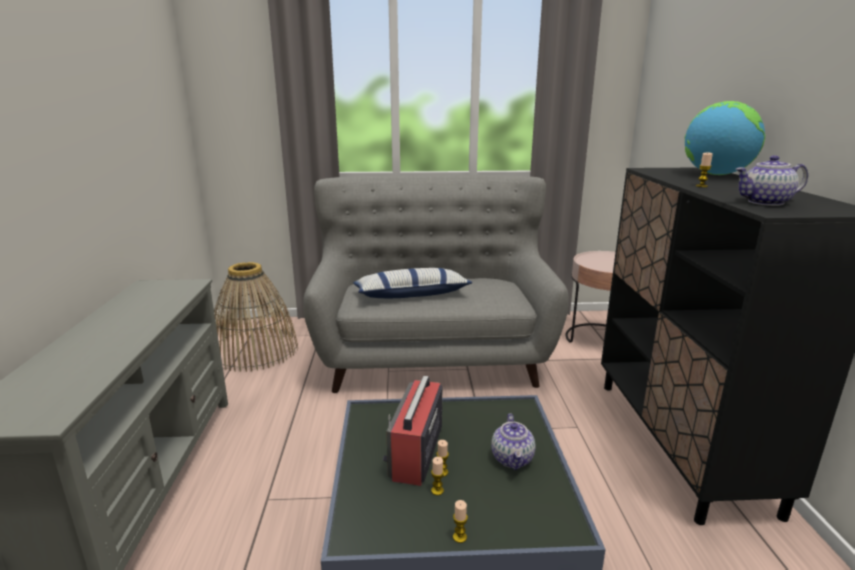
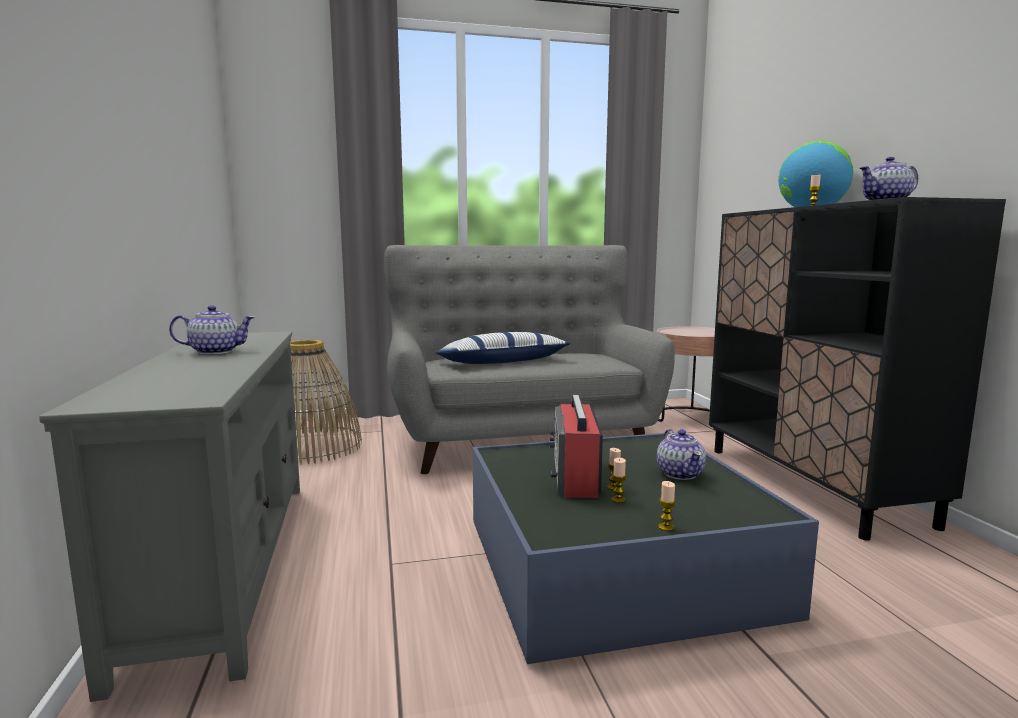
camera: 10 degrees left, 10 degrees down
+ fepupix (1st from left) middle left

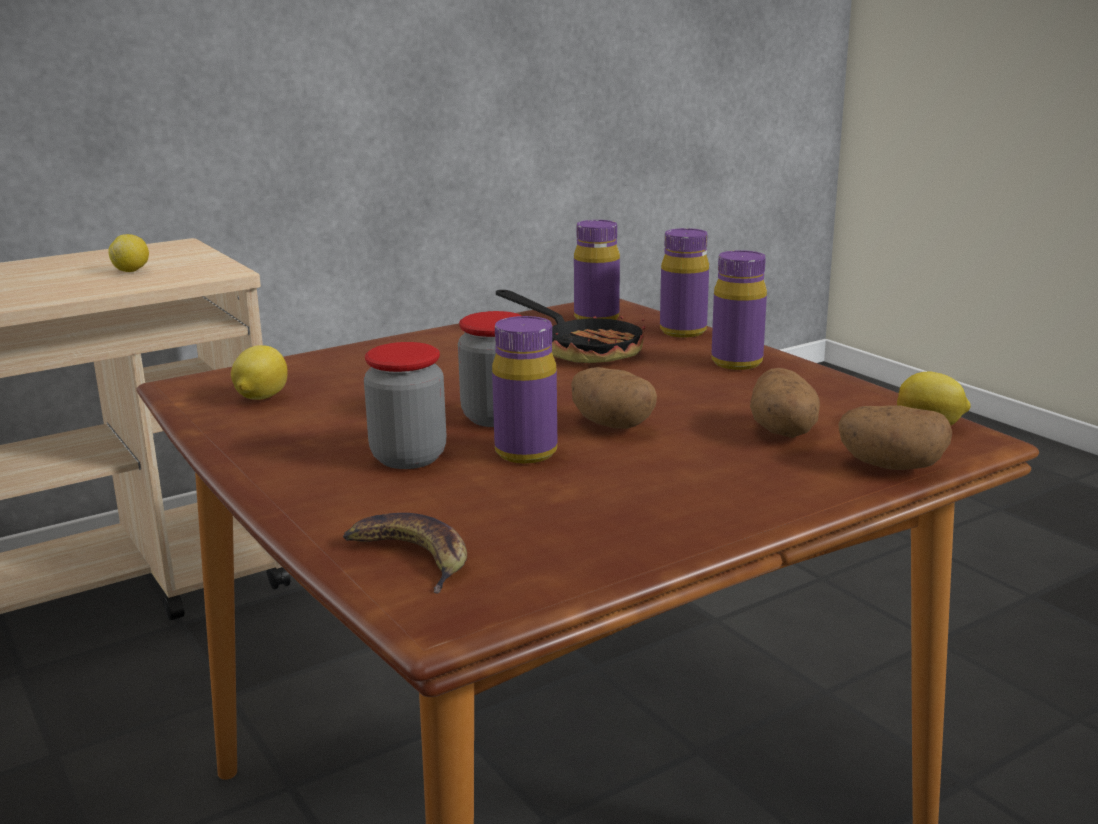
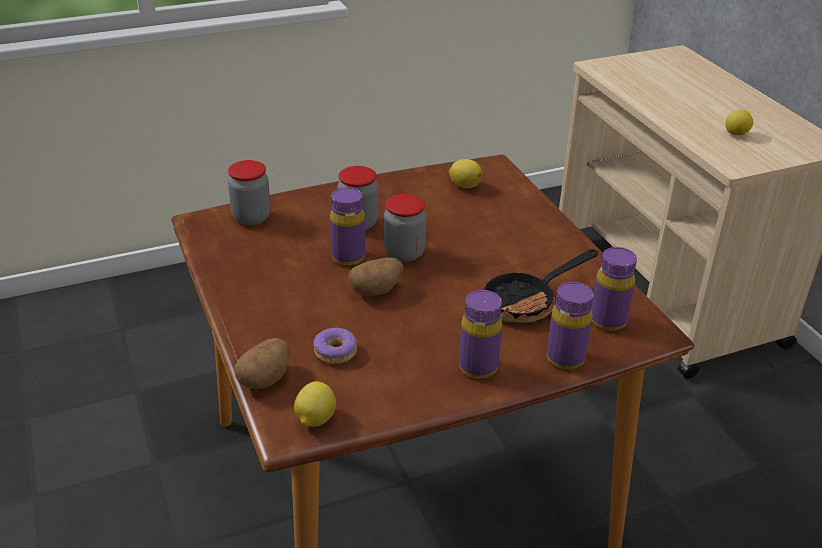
camera: 100 degrees right, 15 degrees up
~ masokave bottom centre to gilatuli (1st from left) middle left
~ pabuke (2nd from left) middle right to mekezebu centre

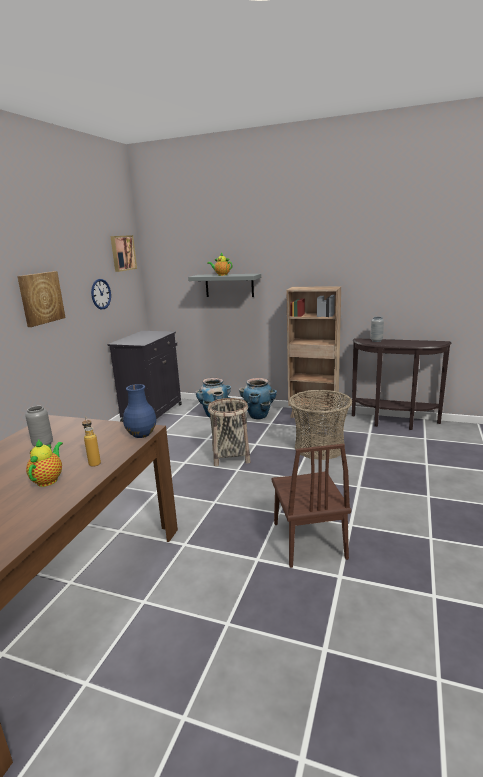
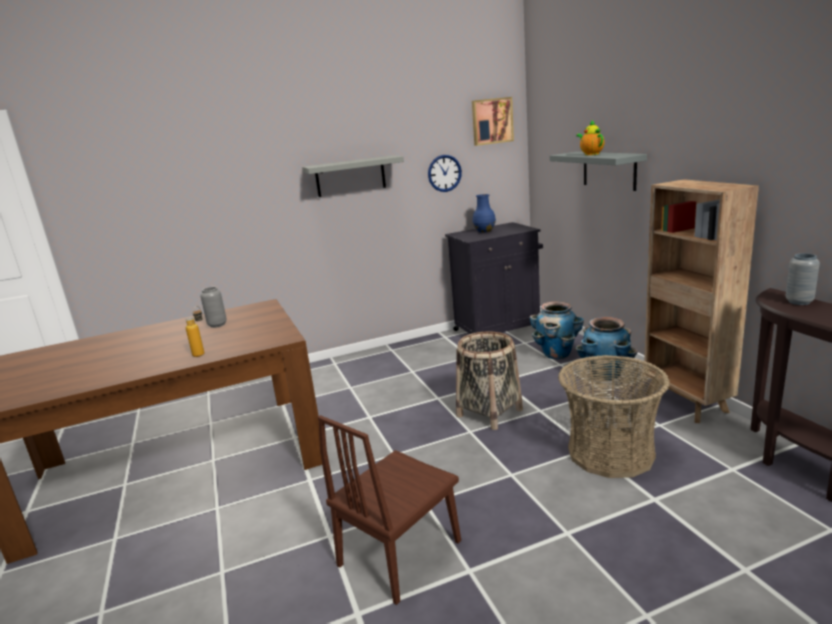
camera: 50 degrees right, 0 degrees up
- fepupix (1st from left) middle left
~ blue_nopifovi middle left to centre
~ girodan (1st from left) middle left to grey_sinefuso (1st from left) top centre

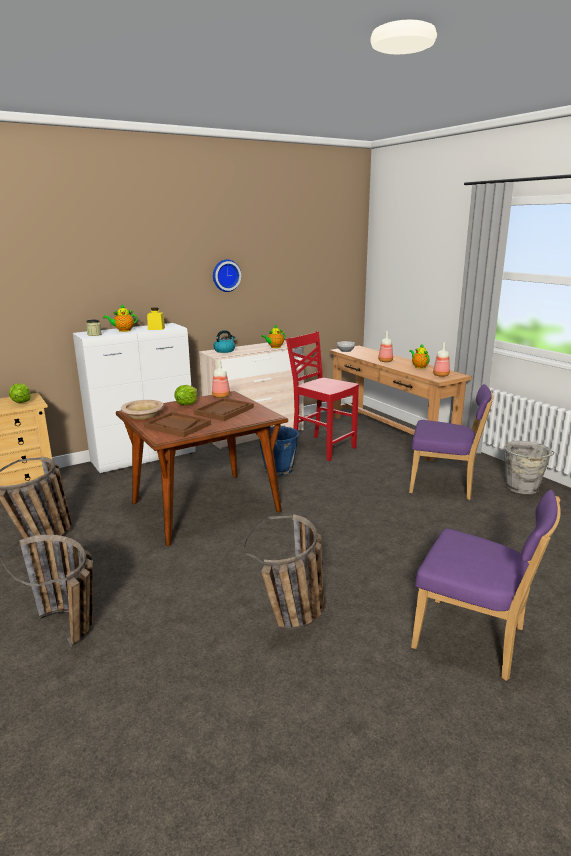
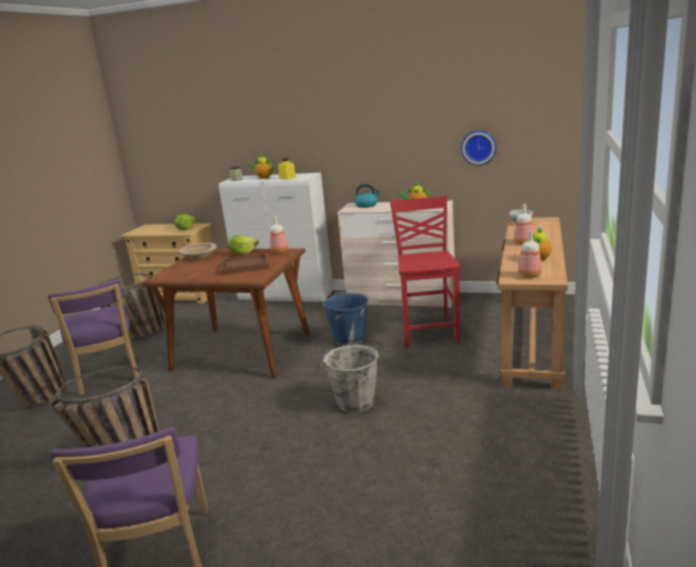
camera: 50 degrees right, 0 degrees up
- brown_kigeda (1st from left) middle left
~ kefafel top centre to top right
~ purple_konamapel (1st from left) middle right to middle left
~ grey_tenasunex middle right to bottom centre

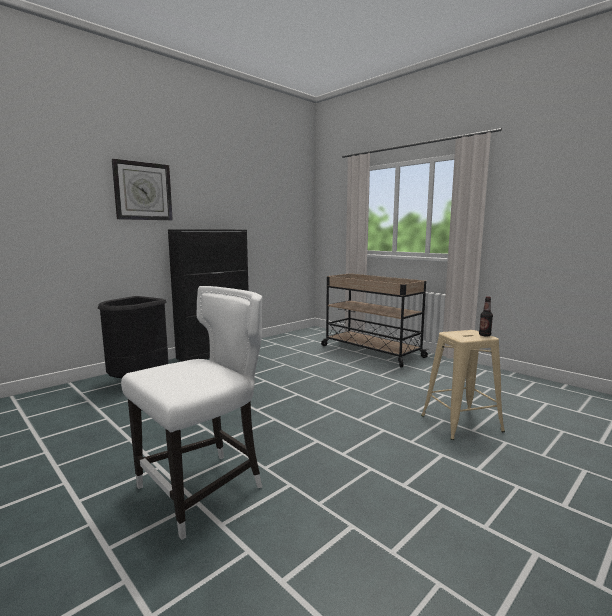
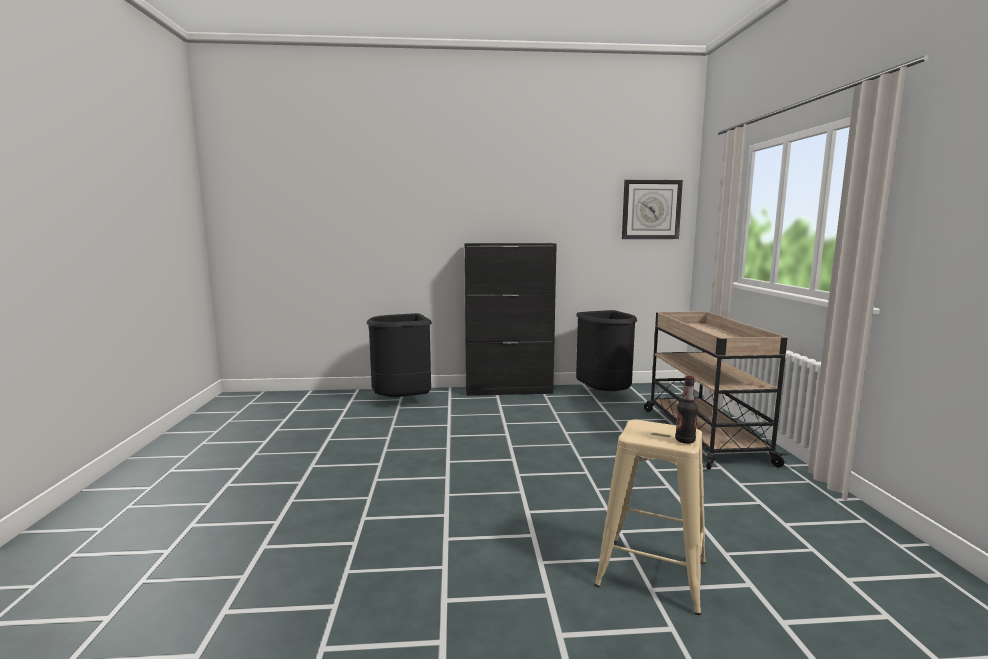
camera: 40 degrees right, 0 degrees up
- white_konamapel bottom left
+ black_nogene (2nd from left) centre
~ kefafel top left to top centre

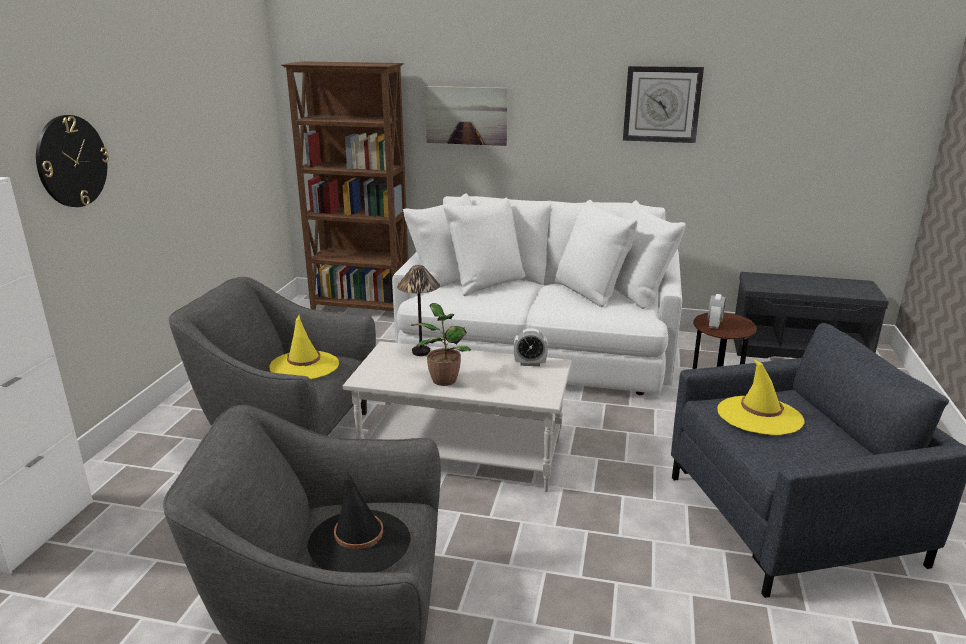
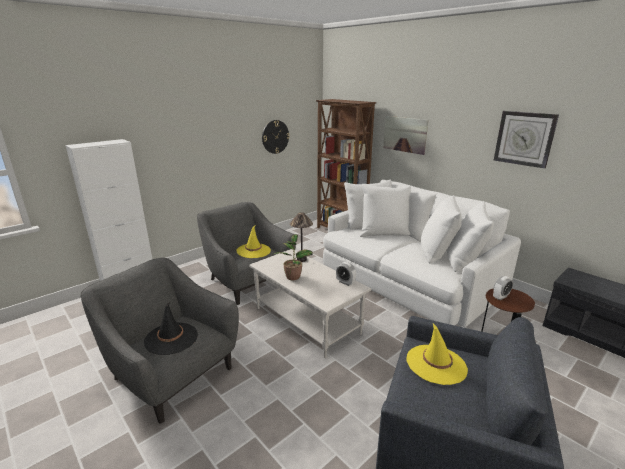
camera: 35 degrees right, 0 degrees up
~ kefafel (1st from left) top left to top centre

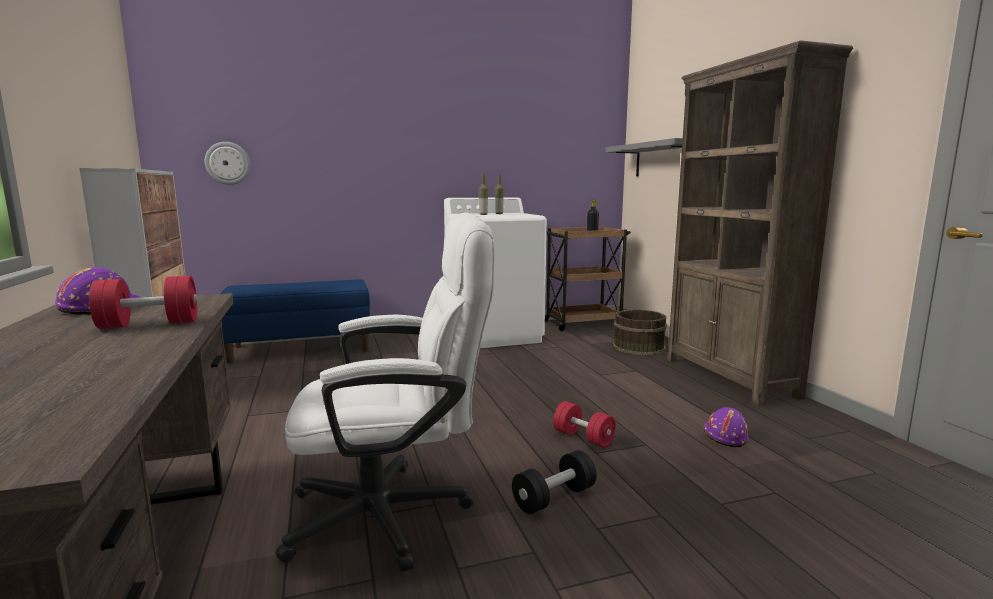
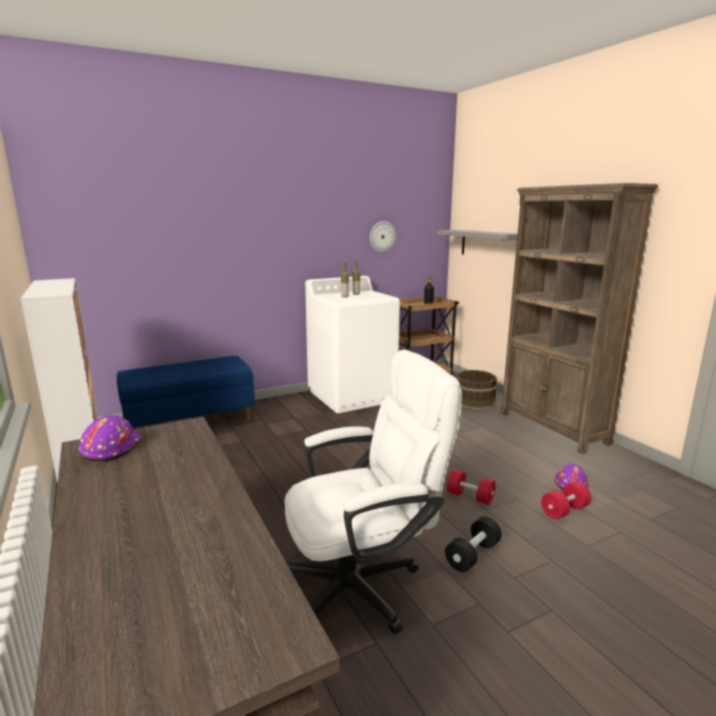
camera: 10 degrees left, 5 degrees up
~ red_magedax (1st from left in the first image) middle left to red_magedax (2nd from left) bottom right
~ kefafel top left to top centre

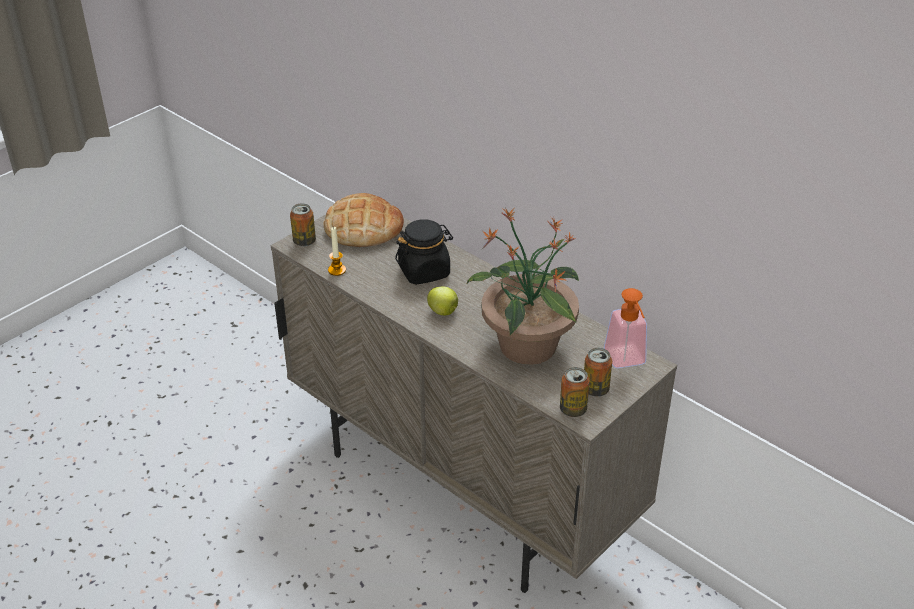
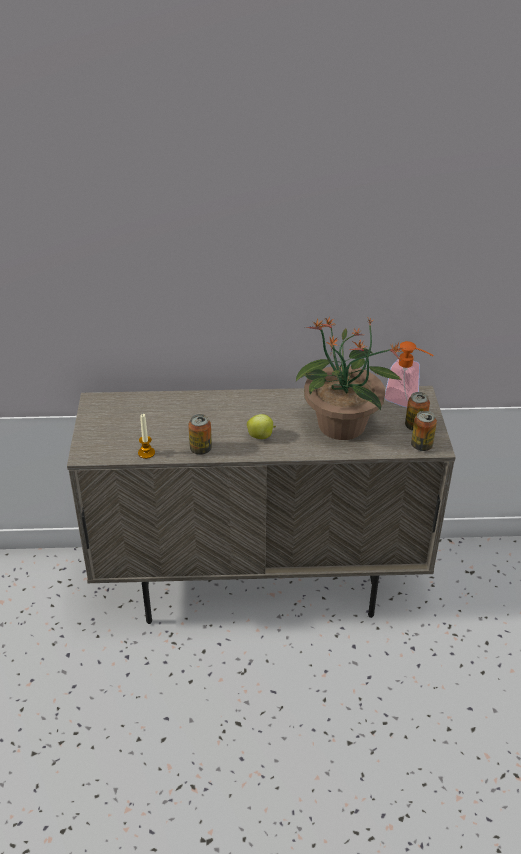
camera: 45 degrees left, 0 degrees up
- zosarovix centre
- black_gilatuli centre
~ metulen (1st from left) middle left to centre

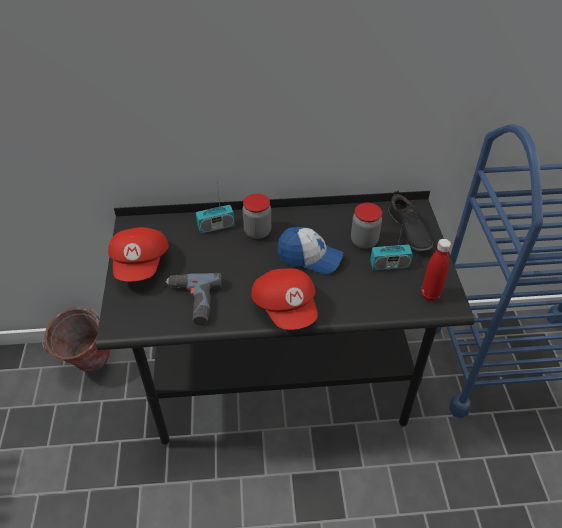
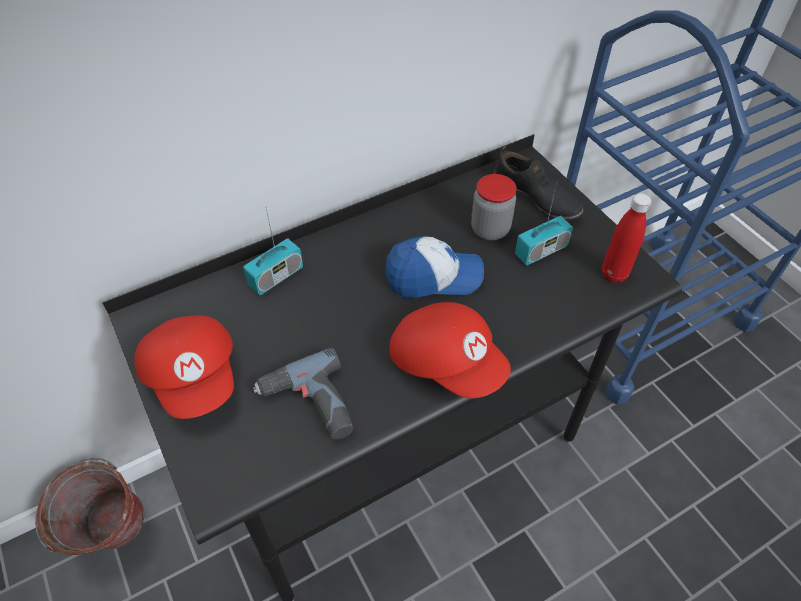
camera: 25 degrees left, 5 degrees up
- gilatuli (1st from left) centre

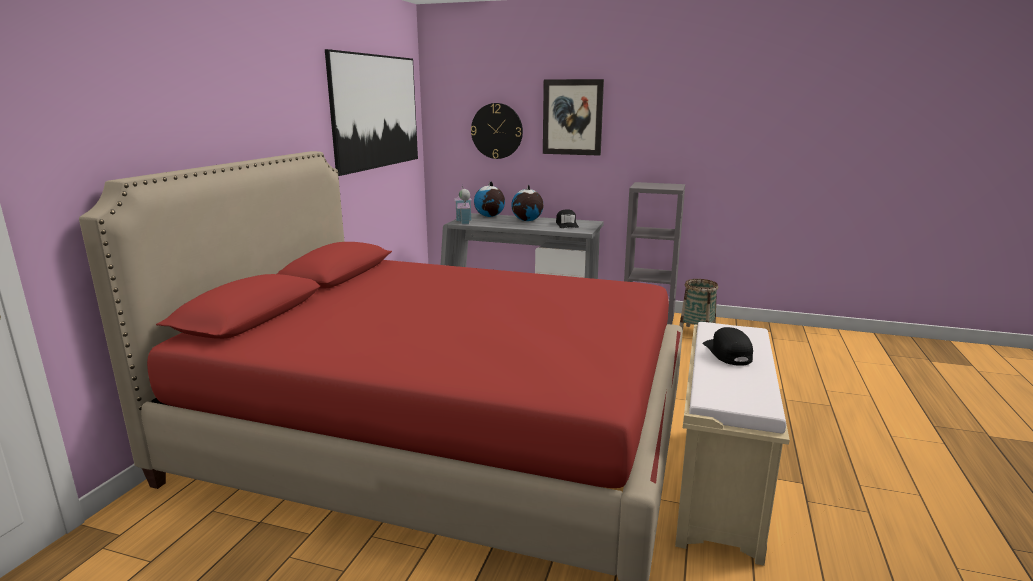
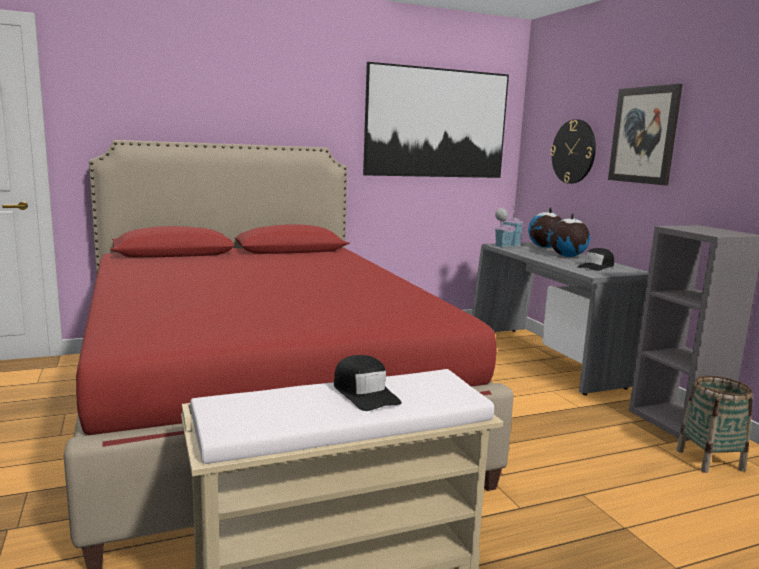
camera: 50 degrees right, 5 degrees down
~ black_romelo (2nd from left in the first image) middle right = bottom centre 105 degrees clockwise

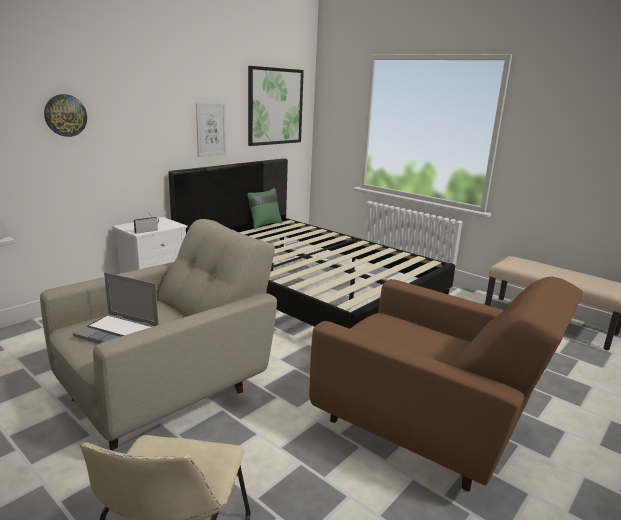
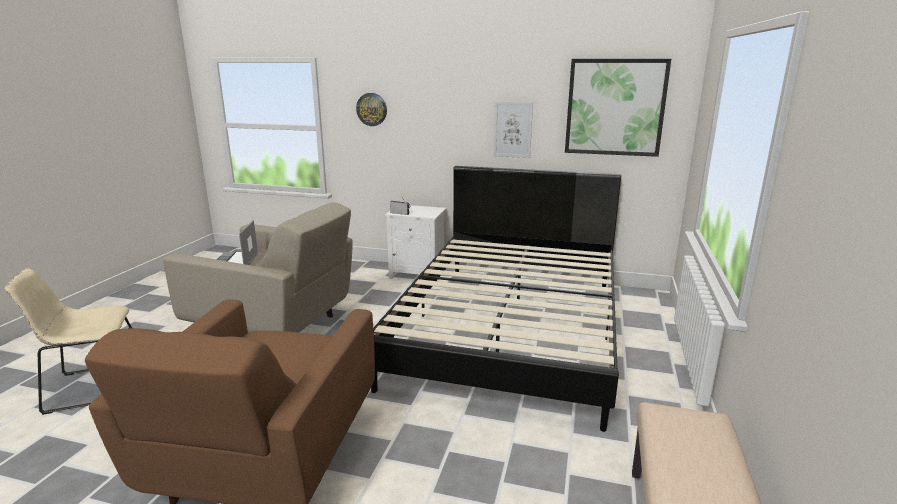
camera: 65 degrees right, 0 degrees up
- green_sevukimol centre

